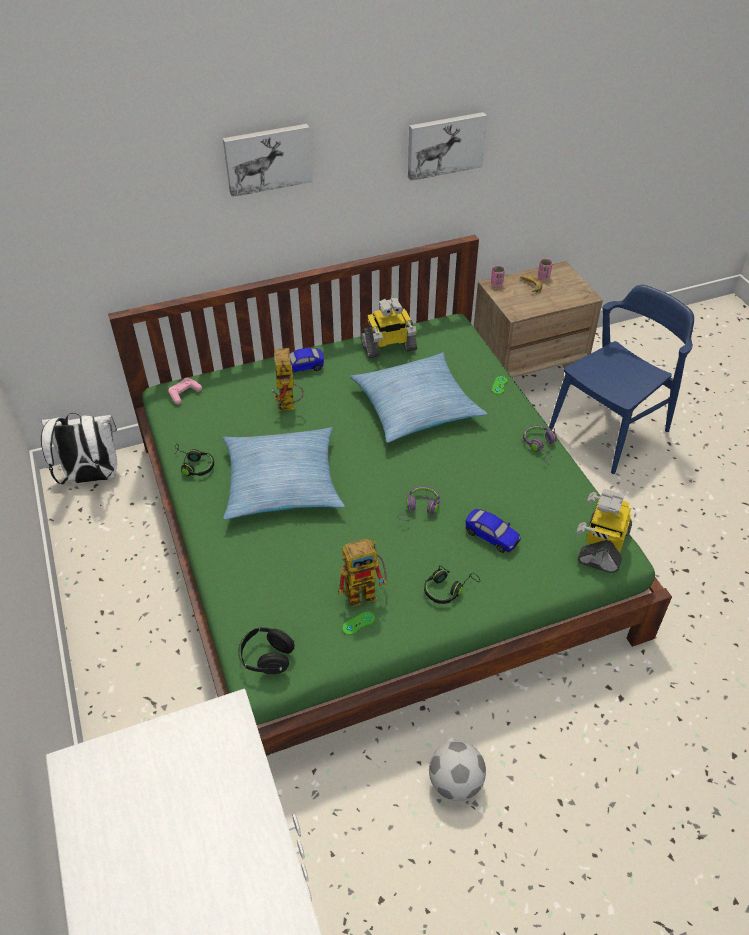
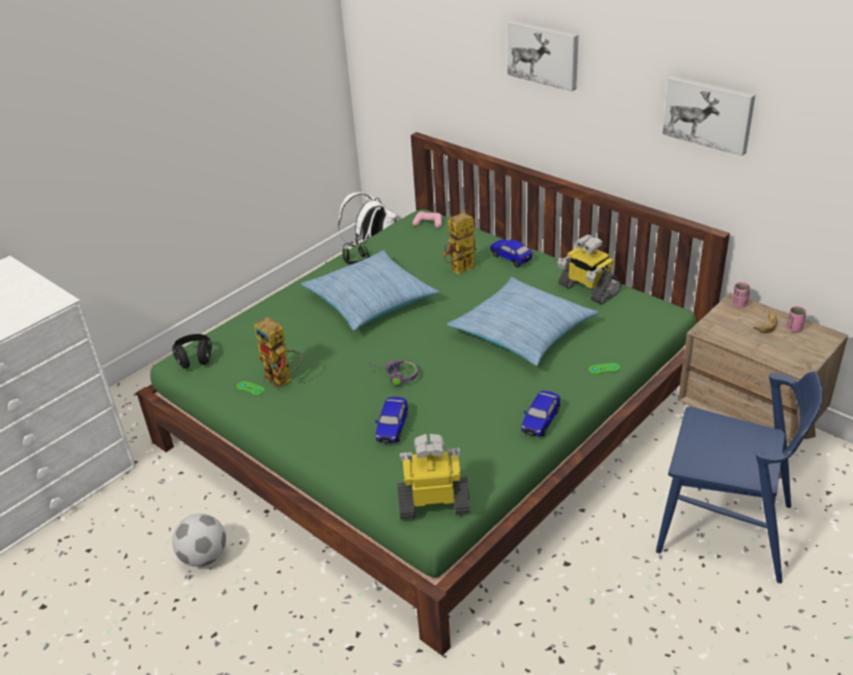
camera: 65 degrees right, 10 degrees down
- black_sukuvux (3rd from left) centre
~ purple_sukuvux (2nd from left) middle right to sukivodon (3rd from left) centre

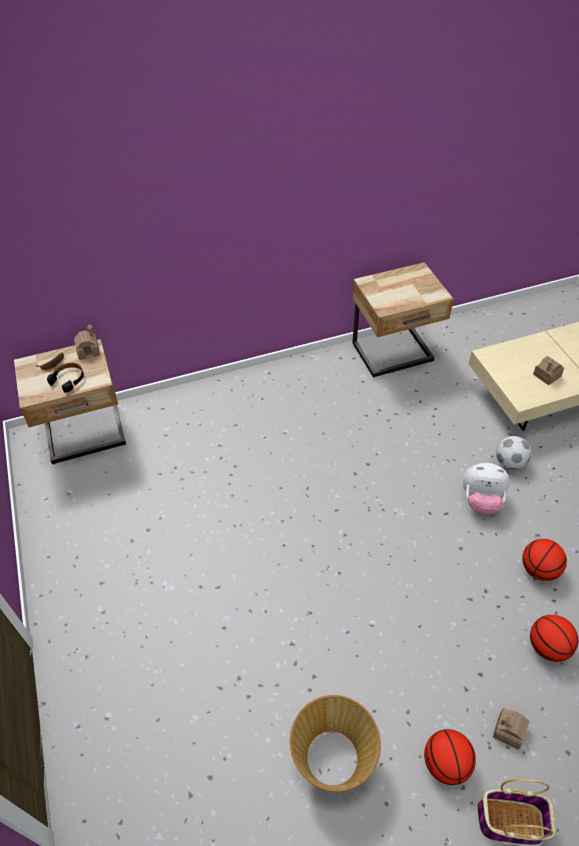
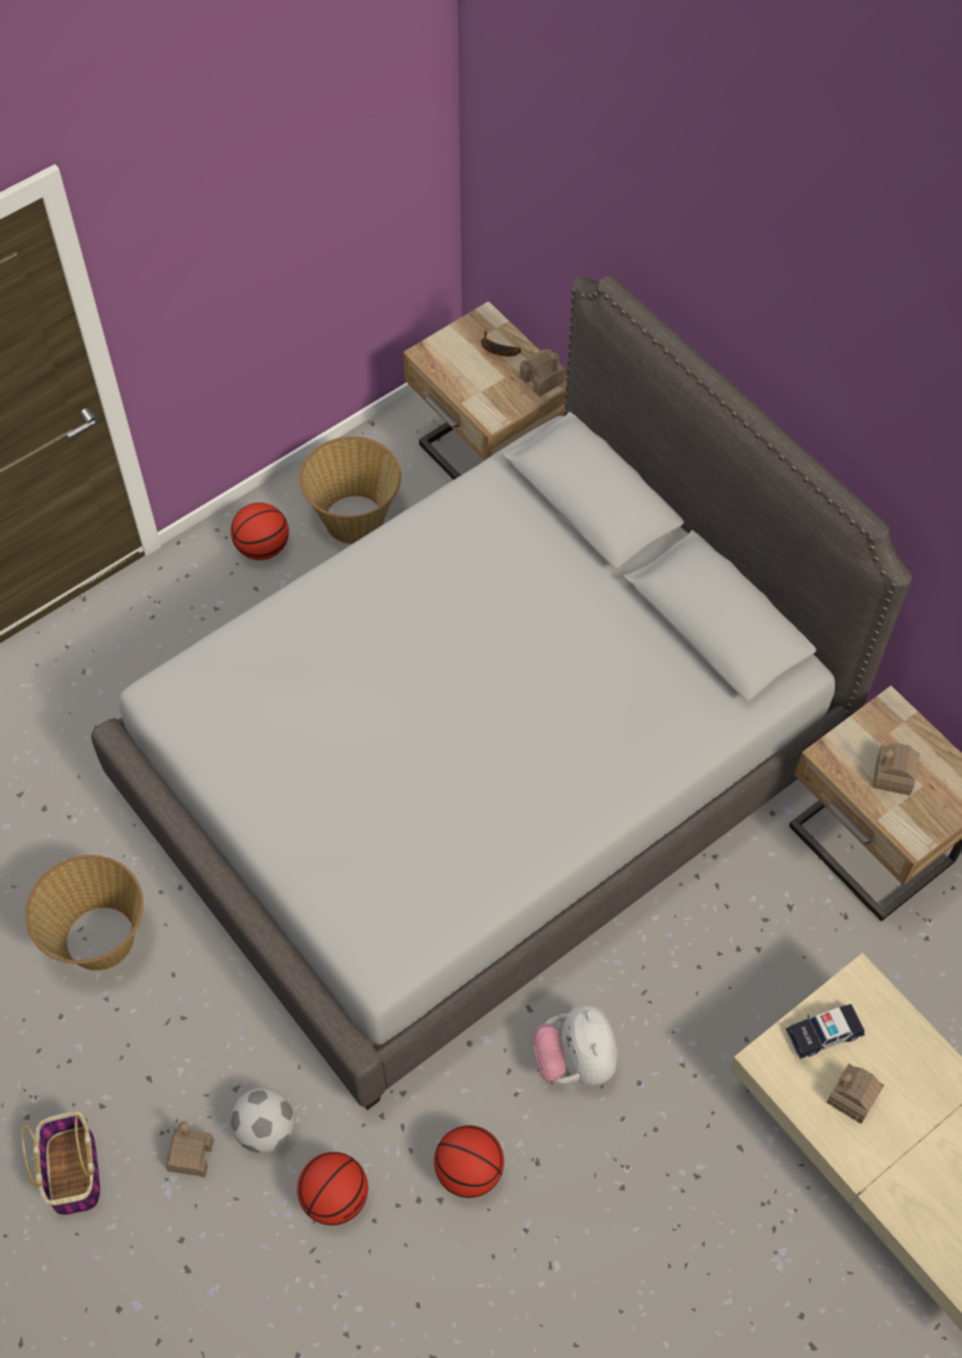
camera: 70 degrees right, 10 degrees up
- black_sukuvux middle left
+ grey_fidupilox centre
+ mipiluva (3rd from left) centre
+ sukivodon bottom right
+ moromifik (4th from left) middle right
~ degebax (1st from left) bottom right to middle left
~ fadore middle right to bottom left

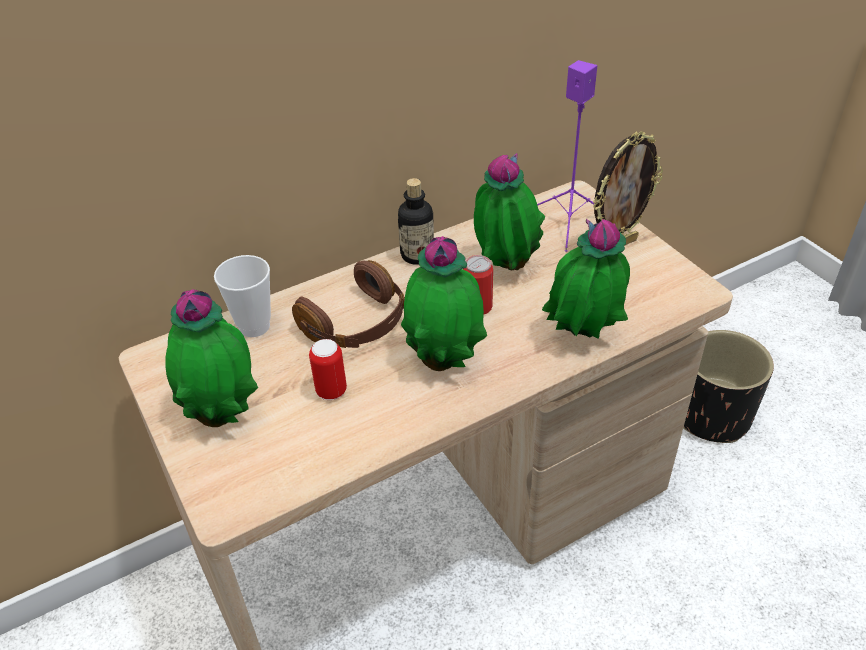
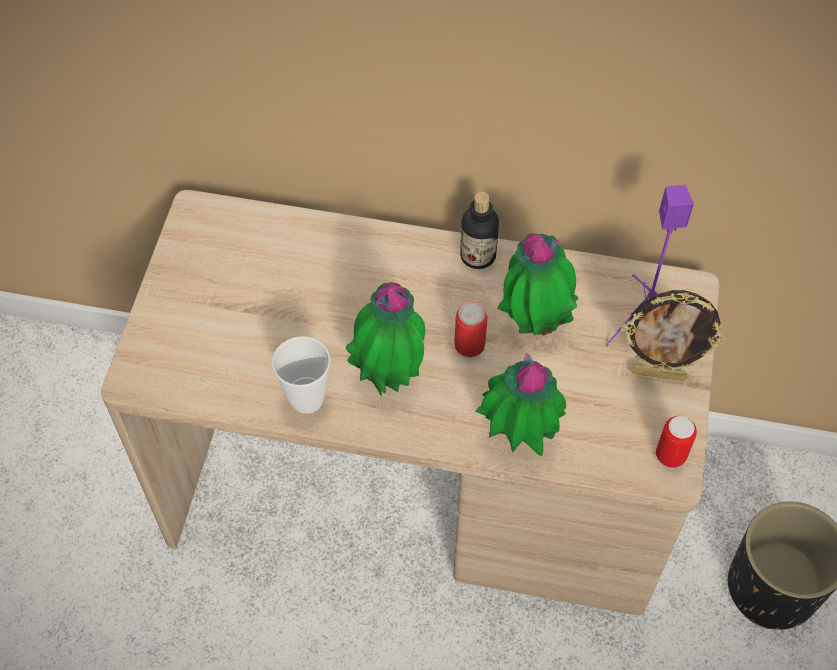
camera: 40 degrees right, 15 degrees up
- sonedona (1st from left) middle left
- brown_sukuvux centre
~ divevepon middle left to centre
~ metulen (1st from left in the first image) centre to metulen (2nd from left) middle right

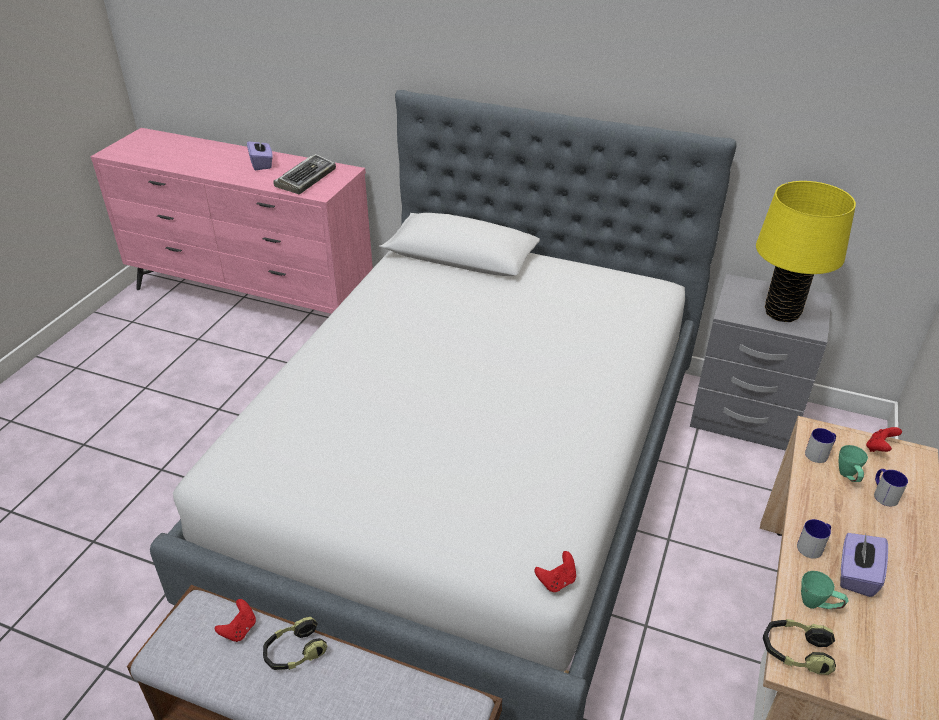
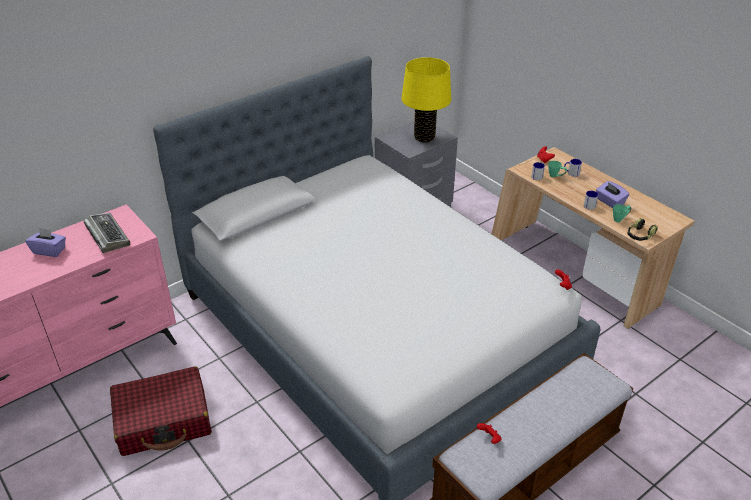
camera: 60 degrees left, 0 degrees up
- sukuvux (1st from left) bottom left
+ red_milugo bottom left

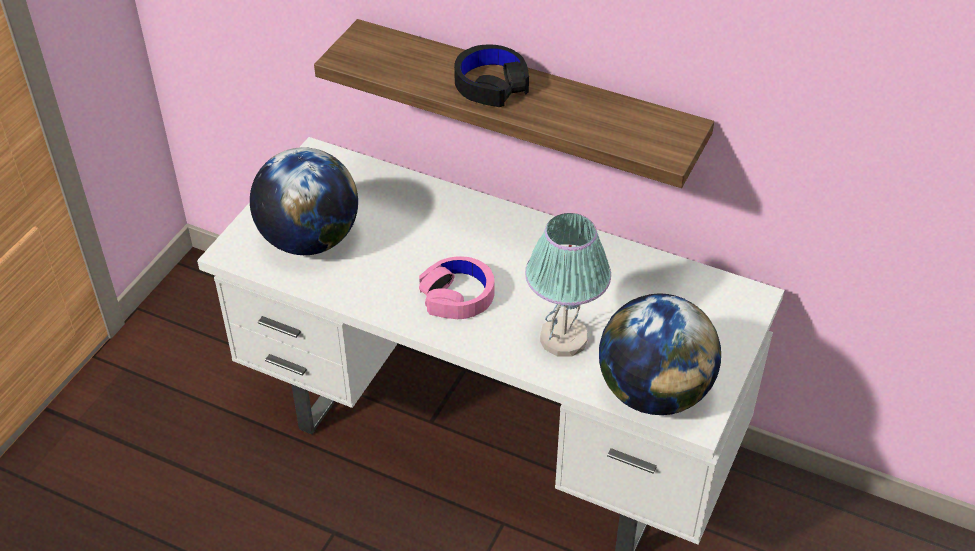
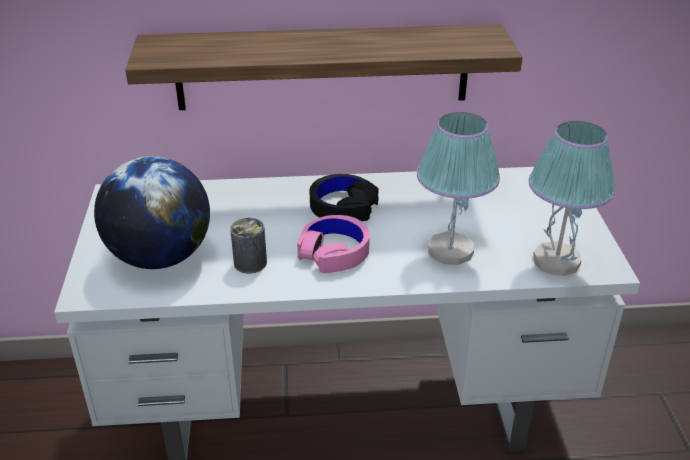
camera: 30 degrees left, 10 degrees down
+ metulen centre
~ black_sukuvux top centre to centre
~ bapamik (2nd from left) middle right to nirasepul (2nd from left) middle right

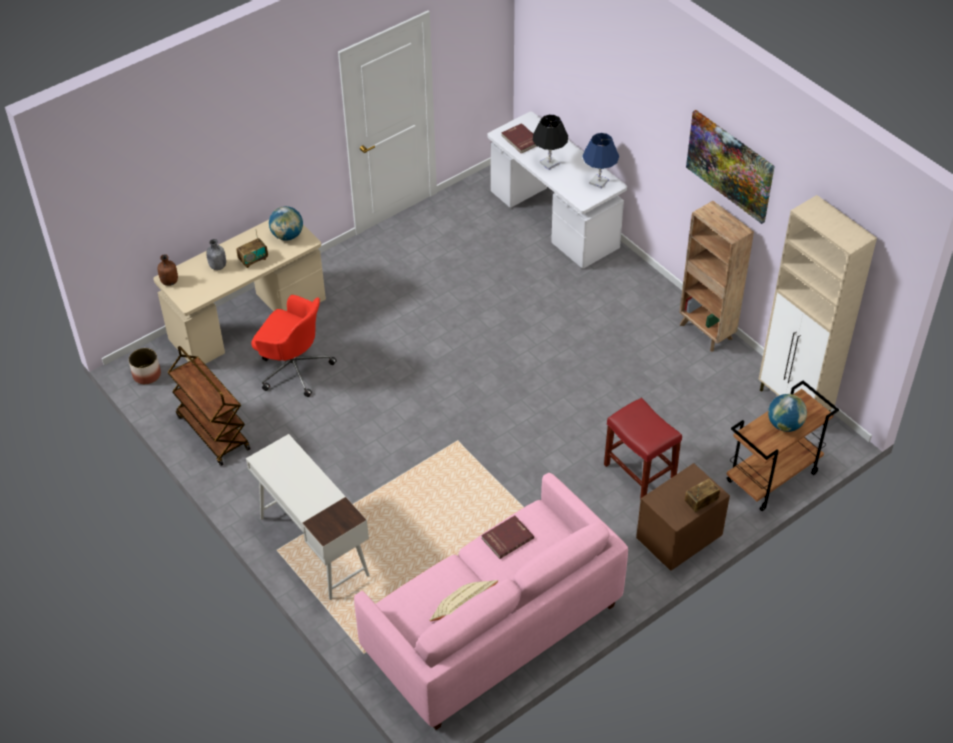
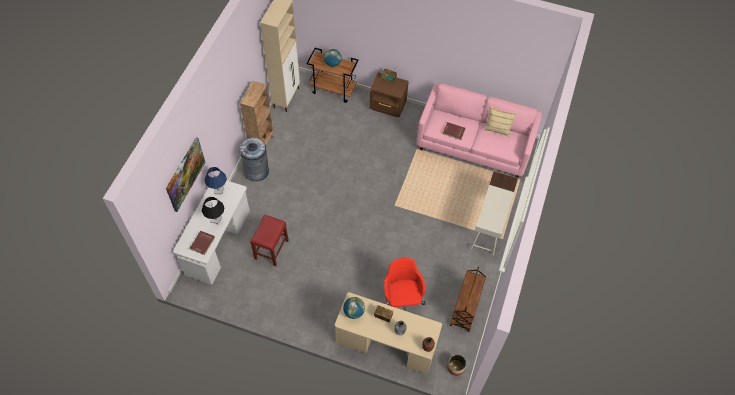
camera: 125 degrees left, 10 degrees up
+ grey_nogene centre
~ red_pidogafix middle right to centre
~ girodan top right to middle left

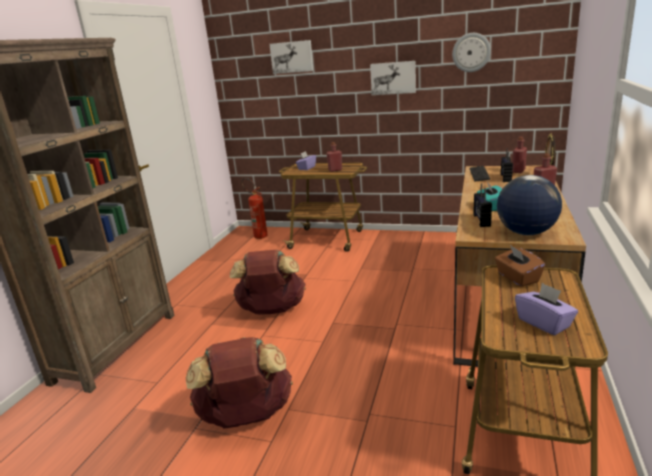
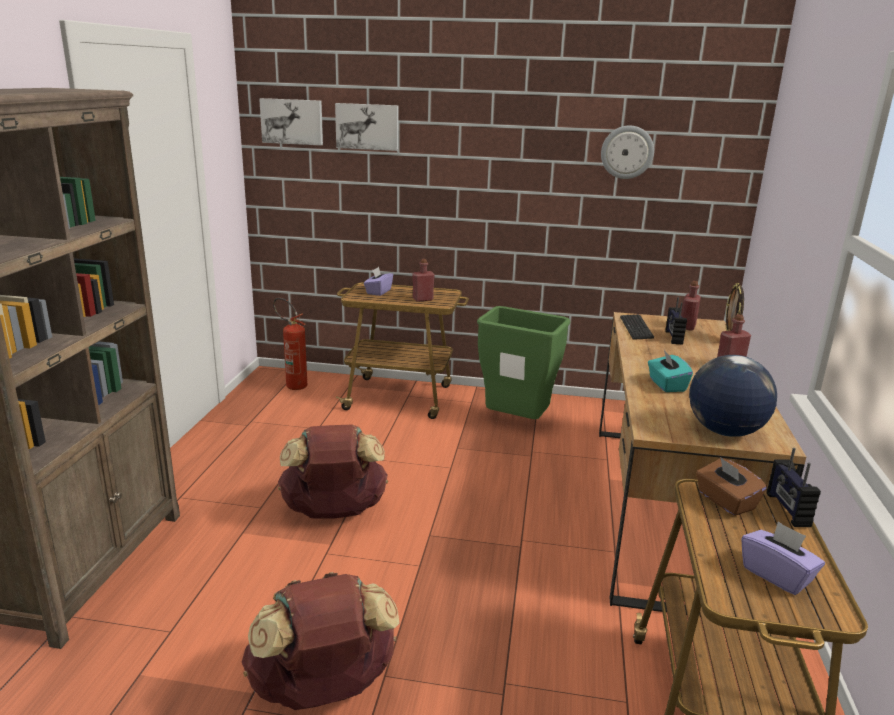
camera: 10 degrees left, 0 degrees up
+ green_nogene centre
~ girodan (2nd from left in the first image) top centre to girodan (1st from left) top left
~ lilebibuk (1st from left in the first image) middle right to lilebibuk (2nd from left) bottom right

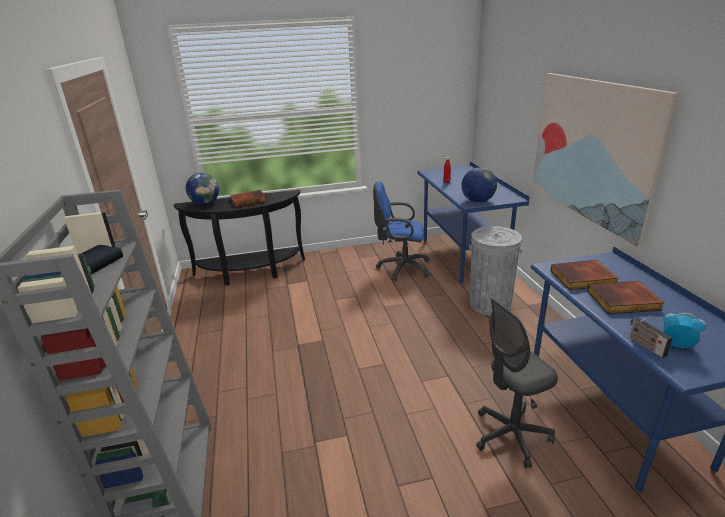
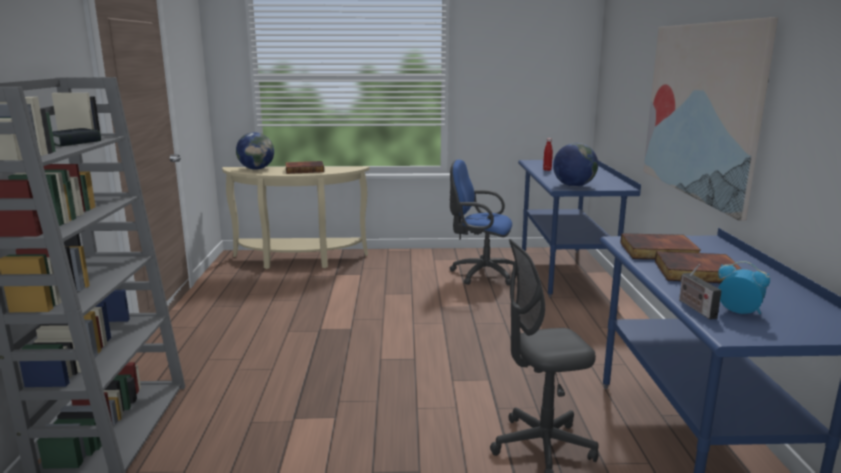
camera: 10 degrees right, 10 degrees down
- grey_nogene middle right
~ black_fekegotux middle left to beige_fekegotux centre

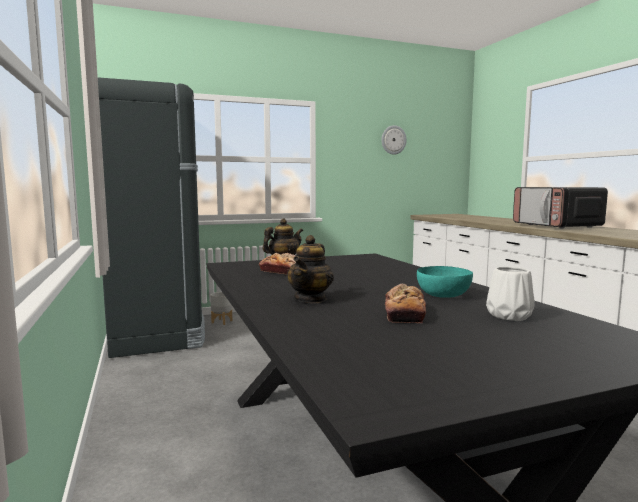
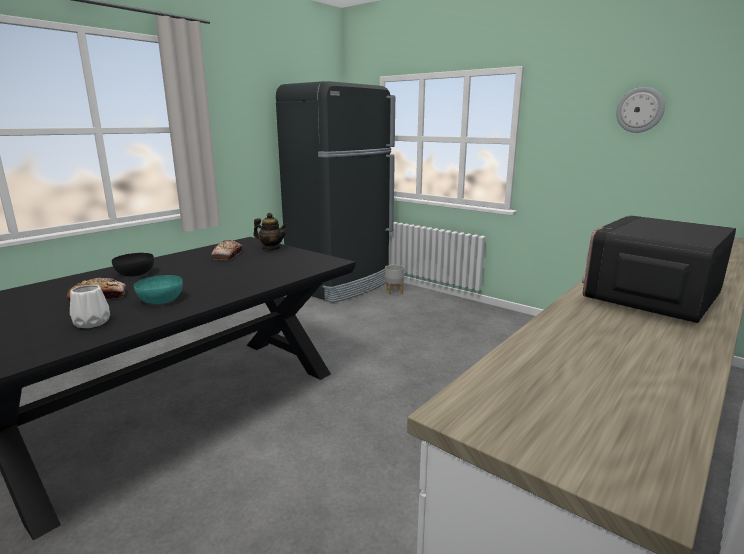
camera: 60 degrees right, 10 degrees up
~ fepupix (2nd from left) centre to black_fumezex middle left

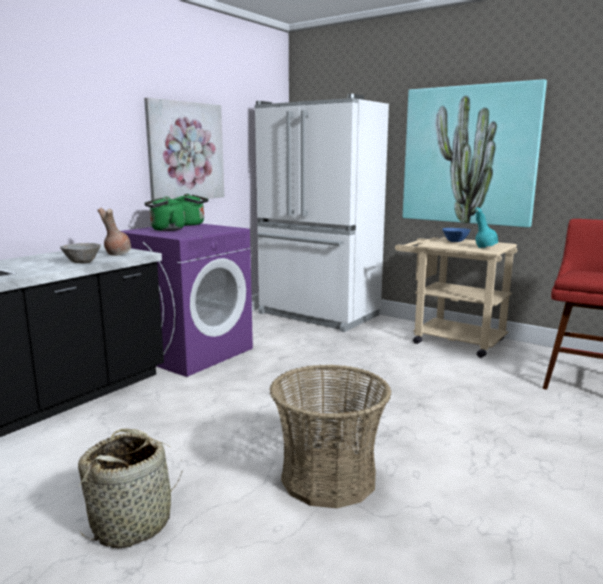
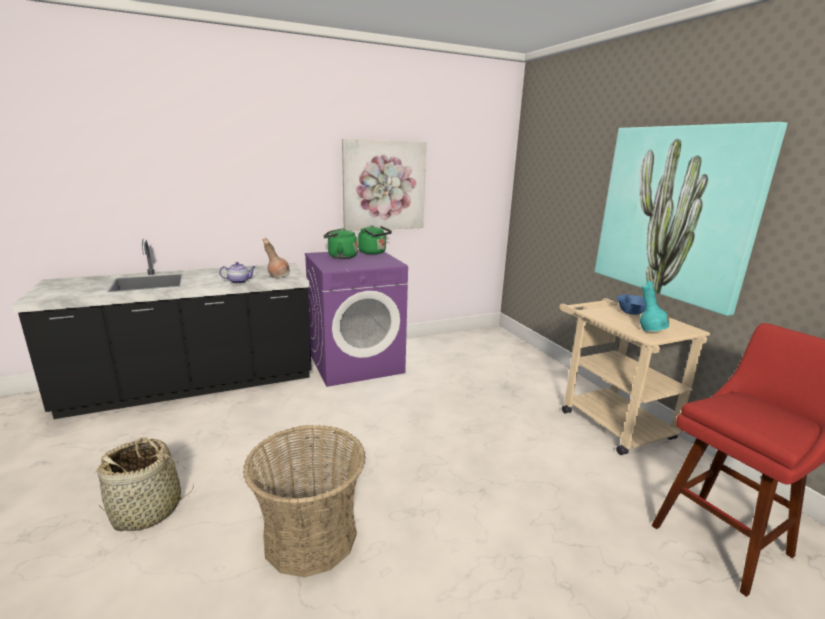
camera: 30 degrees right, 5 degrees up
- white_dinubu centre
~ grey_fumezex middle left to fepupix middle left

